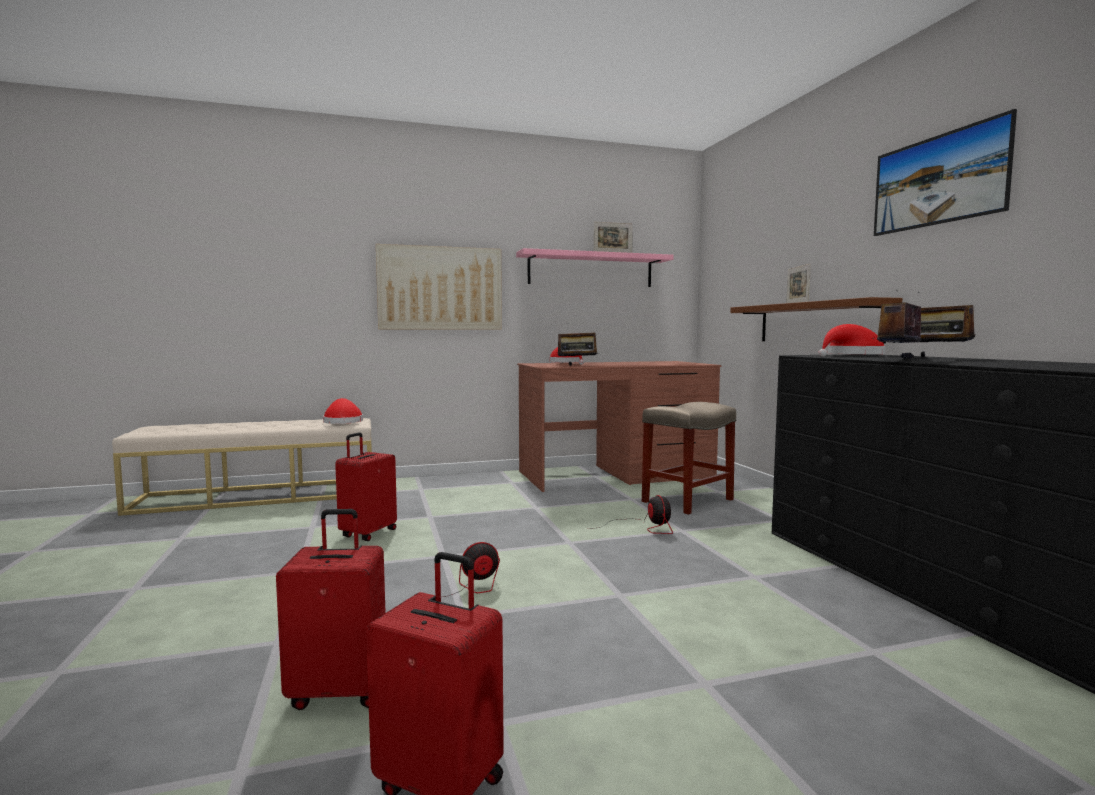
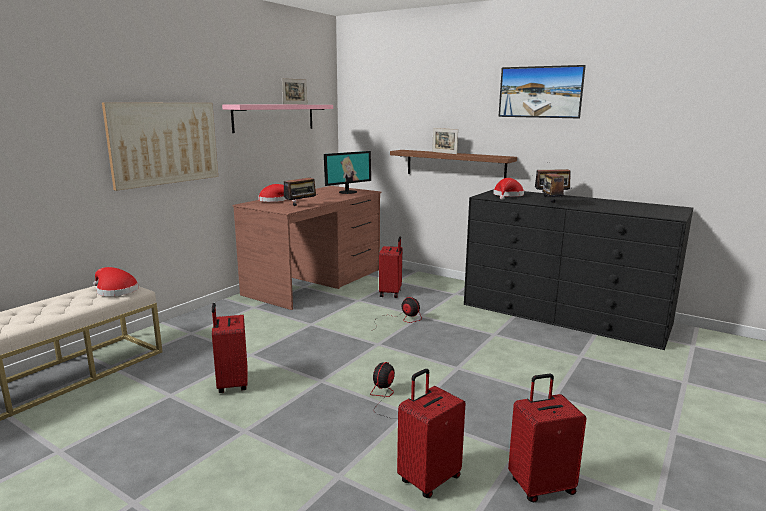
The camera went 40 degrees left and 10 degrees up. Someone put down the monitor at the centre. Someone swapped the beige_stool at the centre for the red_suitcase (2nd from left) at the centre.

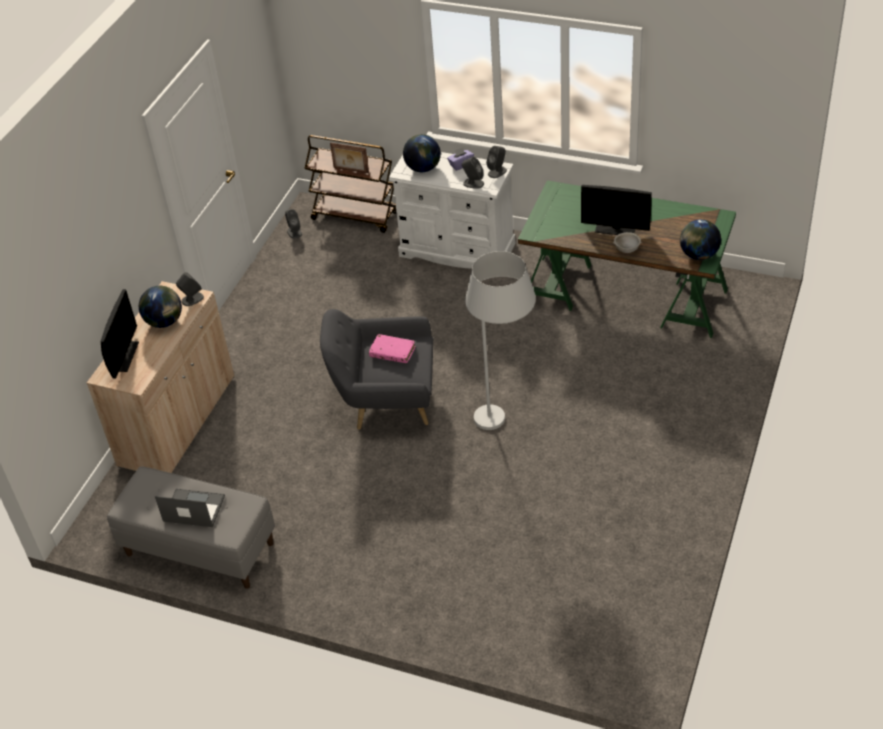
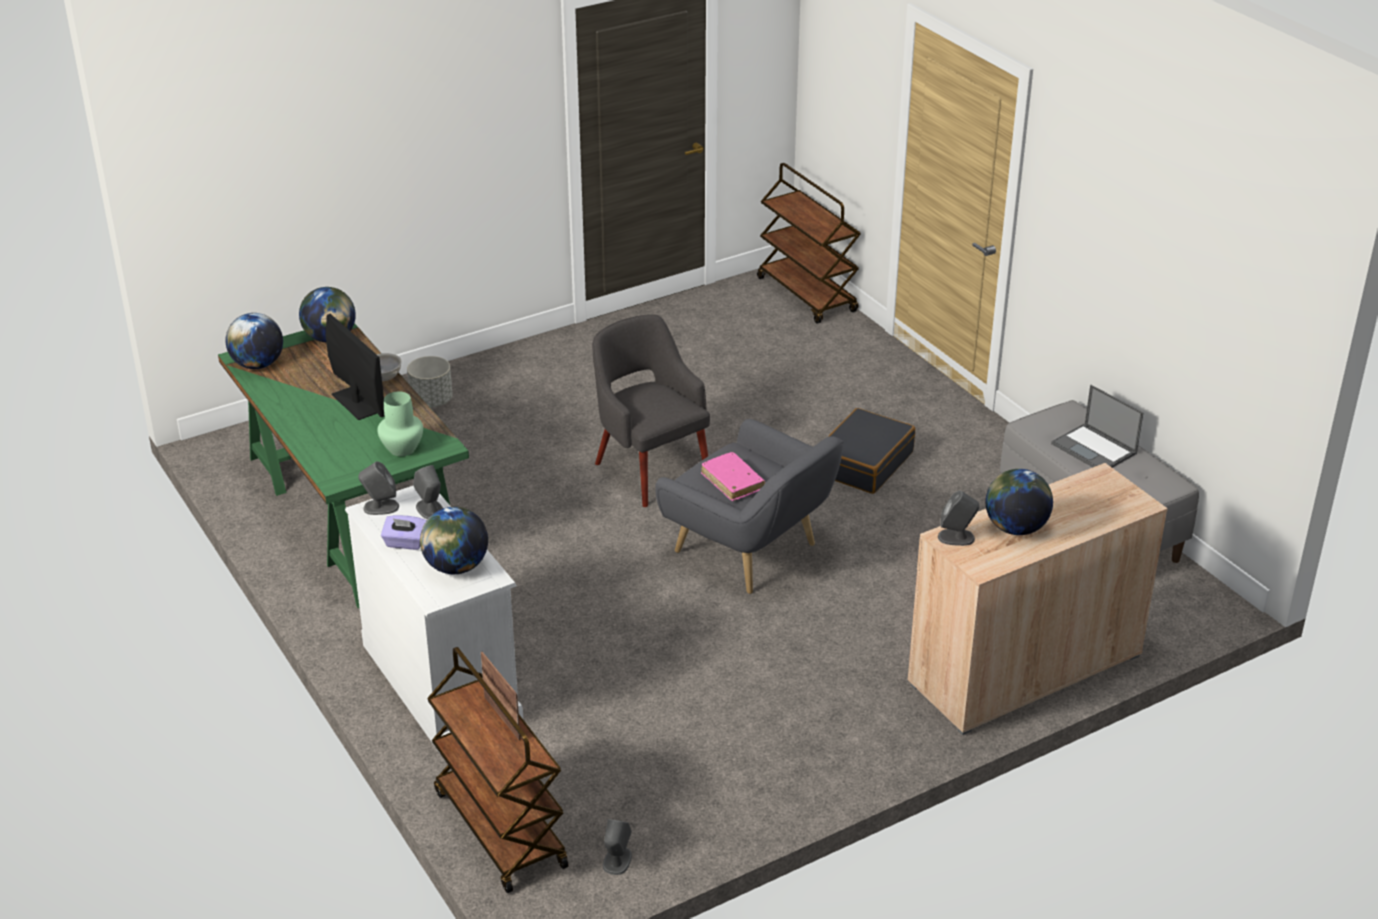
The camera went 145 degrees left and 10 degrees down. Someone took away the monitor (1st from left) at the middle left. Someone put down the globe (1st from left) at the middle left. Someone put down the green_vase at the middle left. Someone put down the grey_planter at the middle left. Someone put down the brown_cart (2nd from left) at the top centre. Someone put down the black_suitcase at the centre. Someone swapped the white_floor_lamp at the centre for the grey_armchair (1st from left) at the centre.

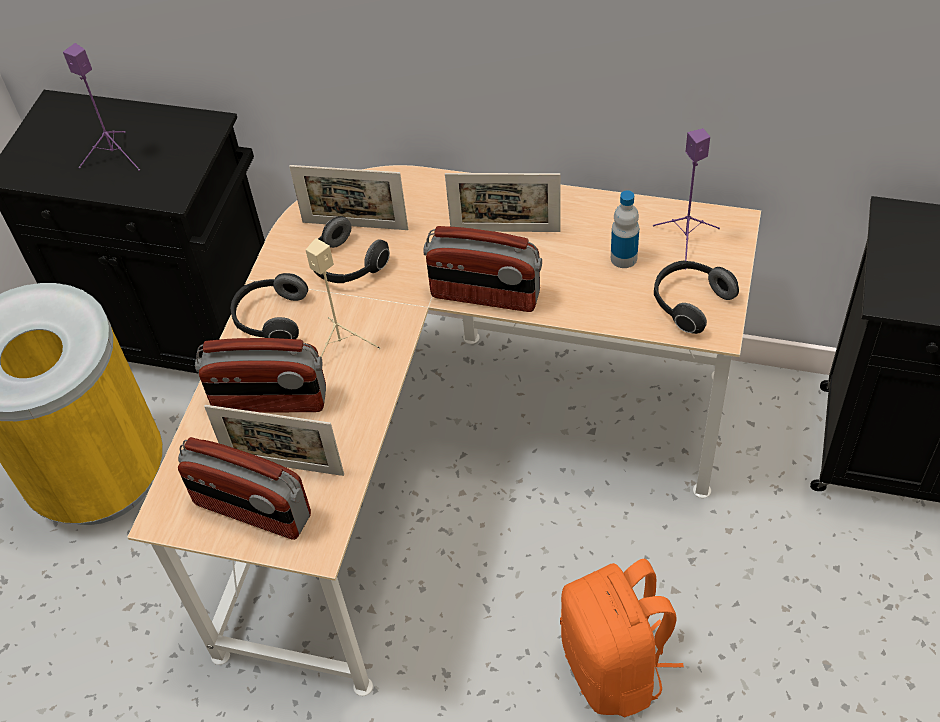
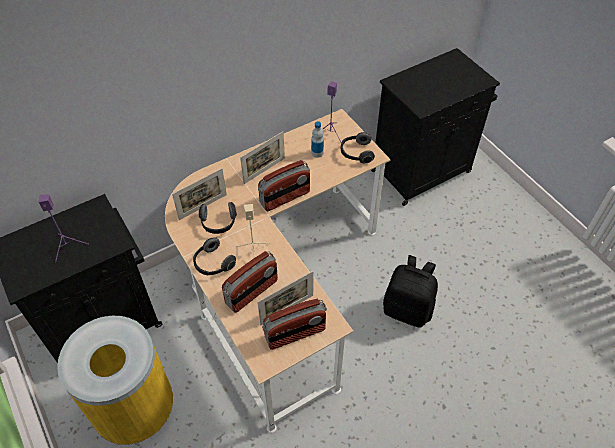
The camera went 50 degrees left and 0 degrees up. Someone repainted the orange_backpack at the bottom centre, which became the black_backpack at the middle right.

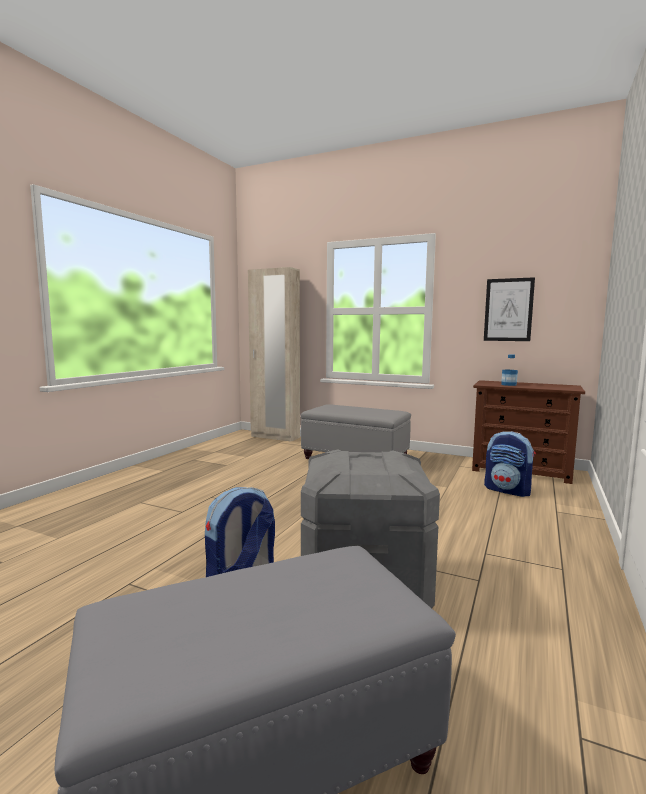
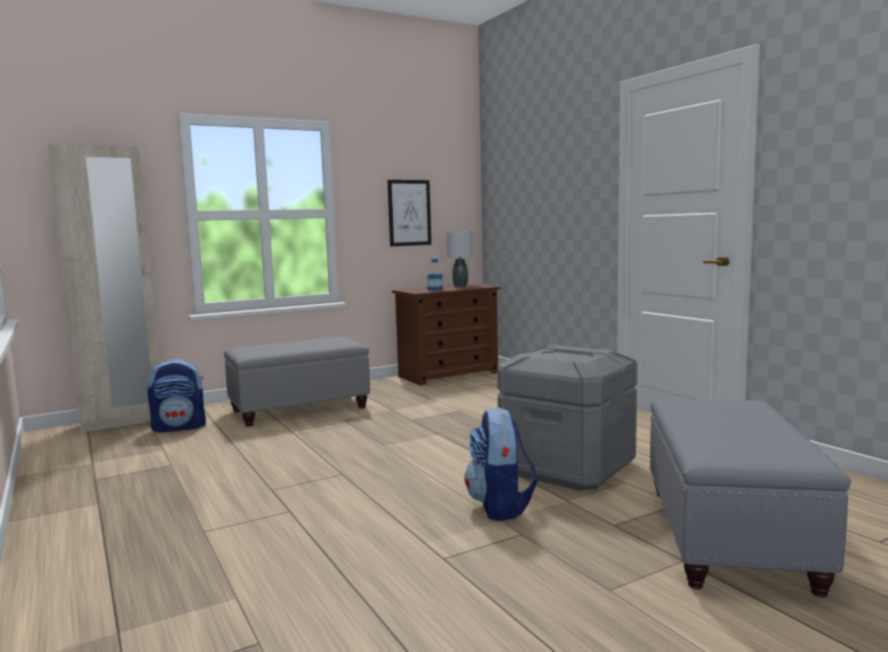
The camera went 55 degrees left and 0 degrees up. Someone put down the grey_table_lamp at the centre. Someone carried the backpack (2nd from left in the first image) from the middle right to the middle left.

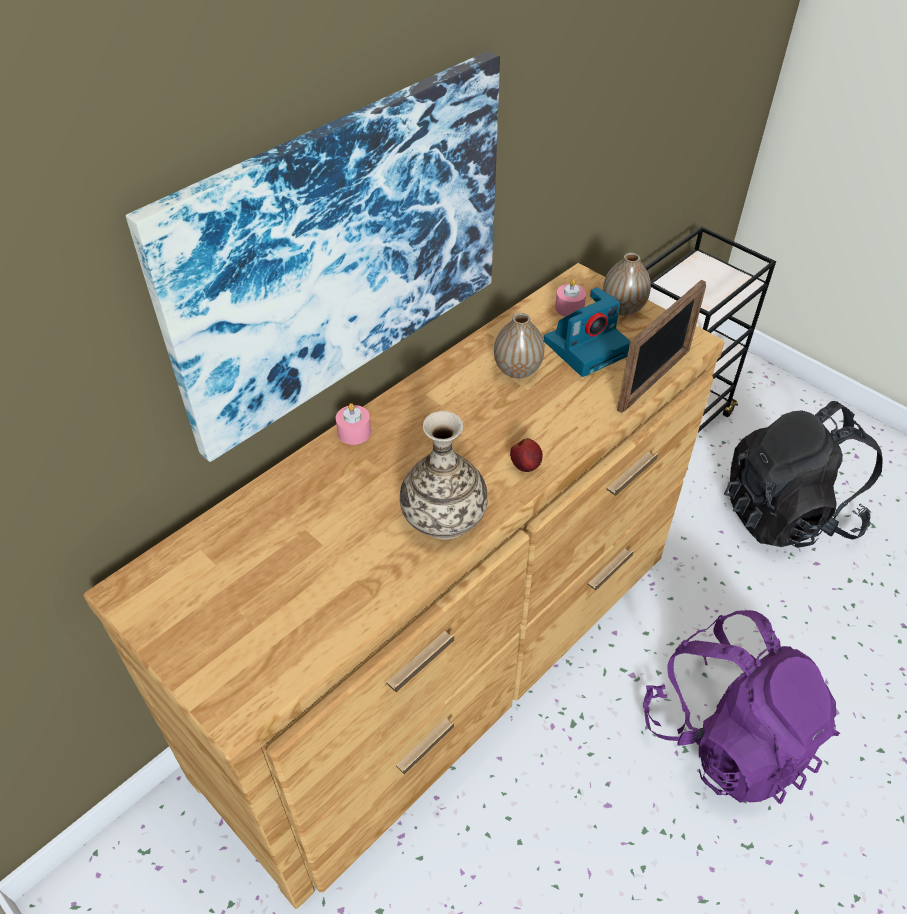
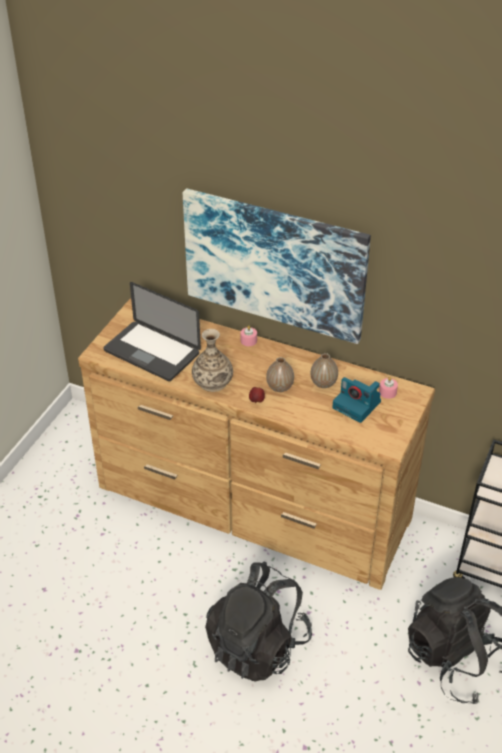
The camera went 70 degrees right and 5 degrees down. Someone took away the picture_frame at the middle right. Someone put down the laptop at the middle left. Someone carried the vase (3rd from left in the first image) from the top right to the centre. Someone repainted the purple_backpack at the bottom right, which became the black_backpack (1st from left) at the bottom centre.

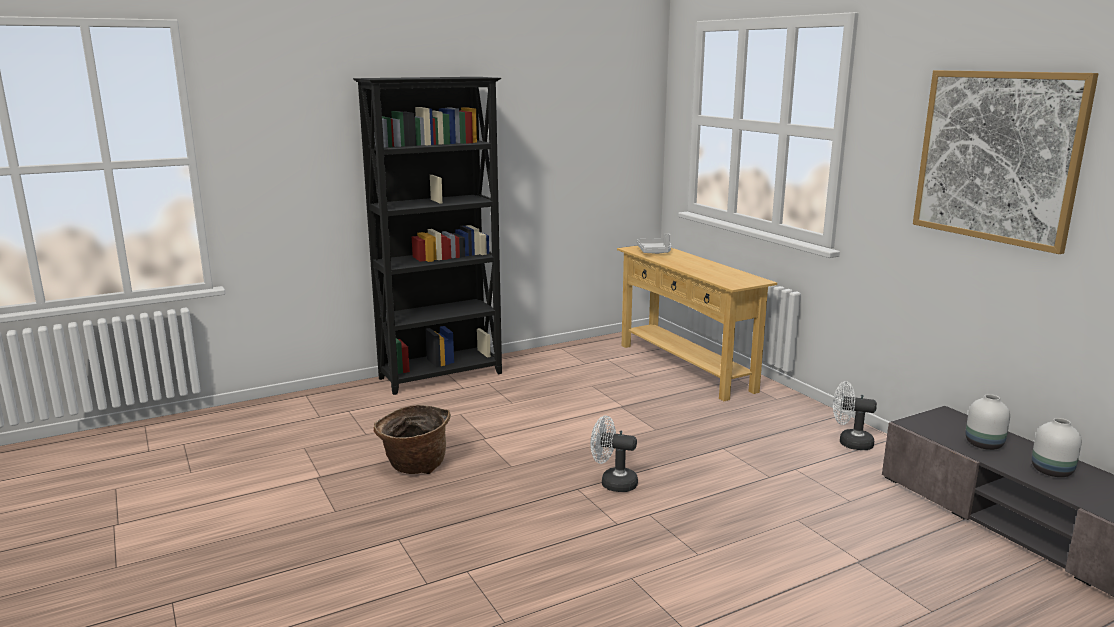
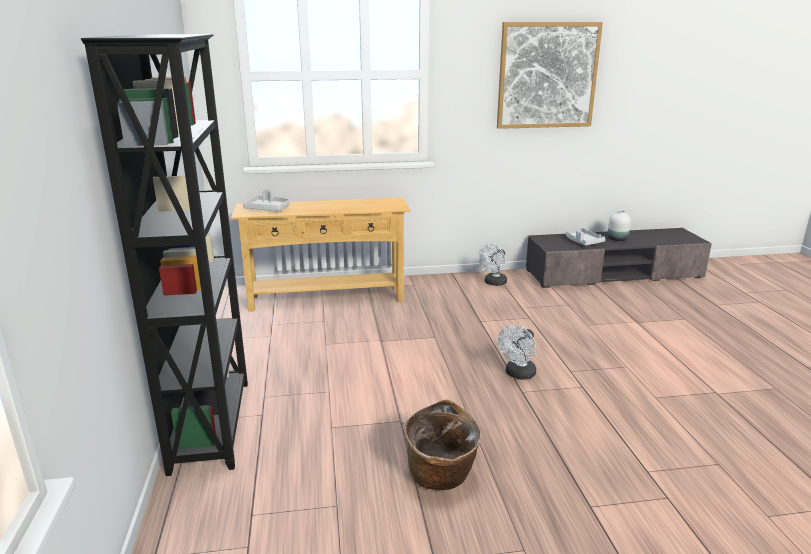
The camera went 70 degrees left and 5 degrees up. Someone swapped the white_vase (1st from left) at the bottom right for the grey_tray (2nd from left) at the middle right.

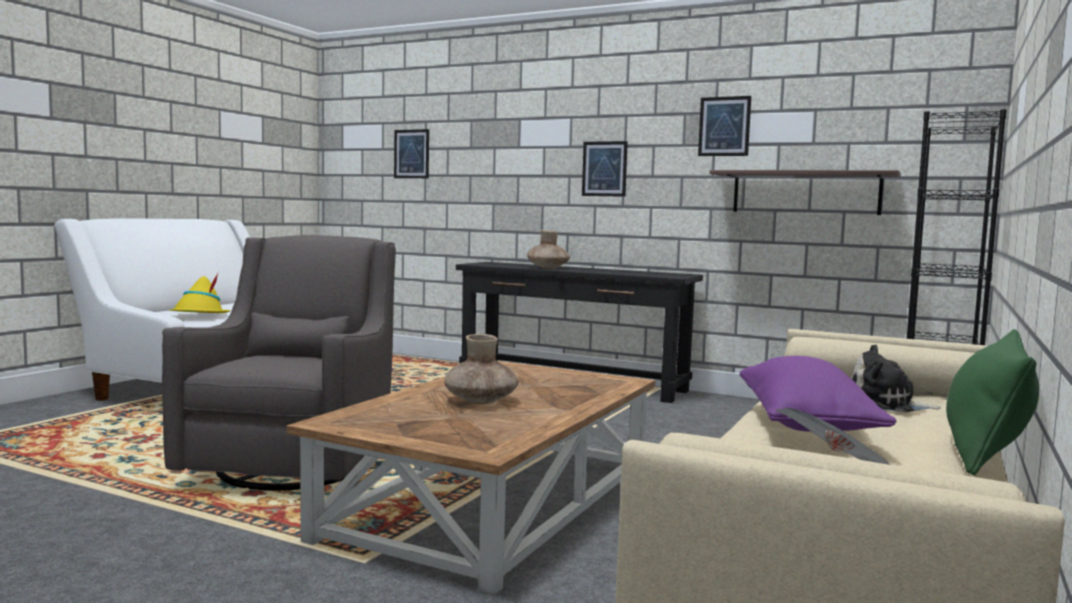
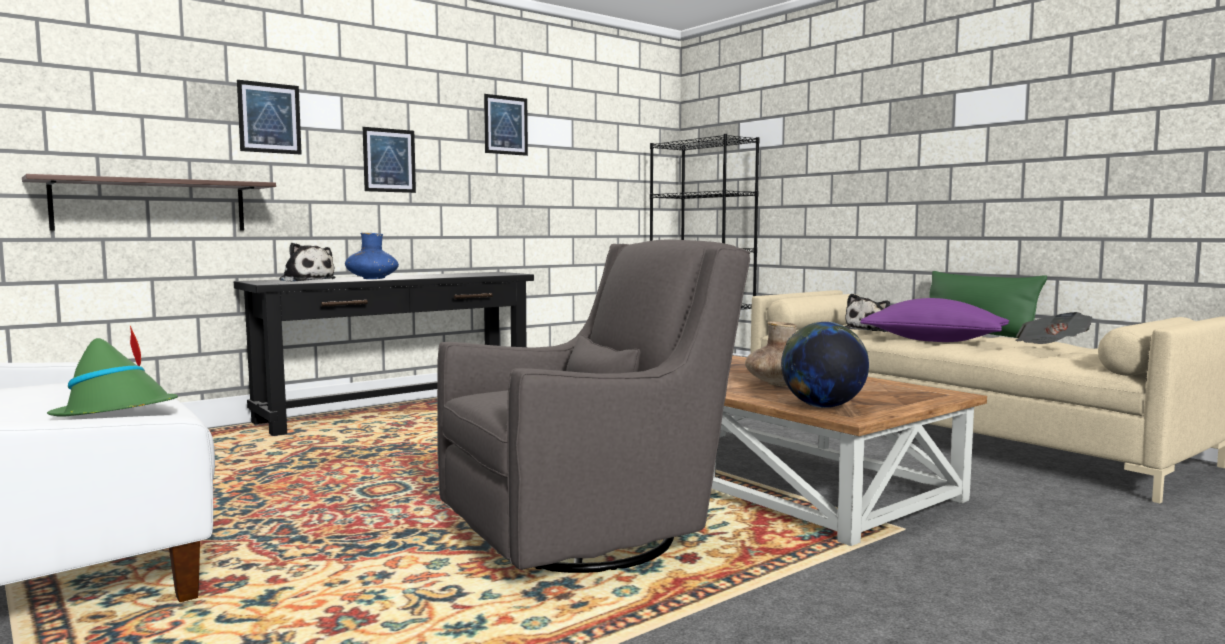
The camera went 65 degrees left and 0 degrees up. Someone put down the plush_toy (1st from left) at the middle left. Someone put down the globe at the middle right. Someone carried the picture (1st from left) from the top centre to the top left. Someone carried the shelf from the top right to the top left. Someone repainted the yellow_hat at the middle left, which became the green_hat at the middle left. Someone repainted the brown_vase (2nd from left) at the centre, which became the blue_vase at the middle left. Someone rotated the grey_armchair at the middle left by 120 degrees clockwise.

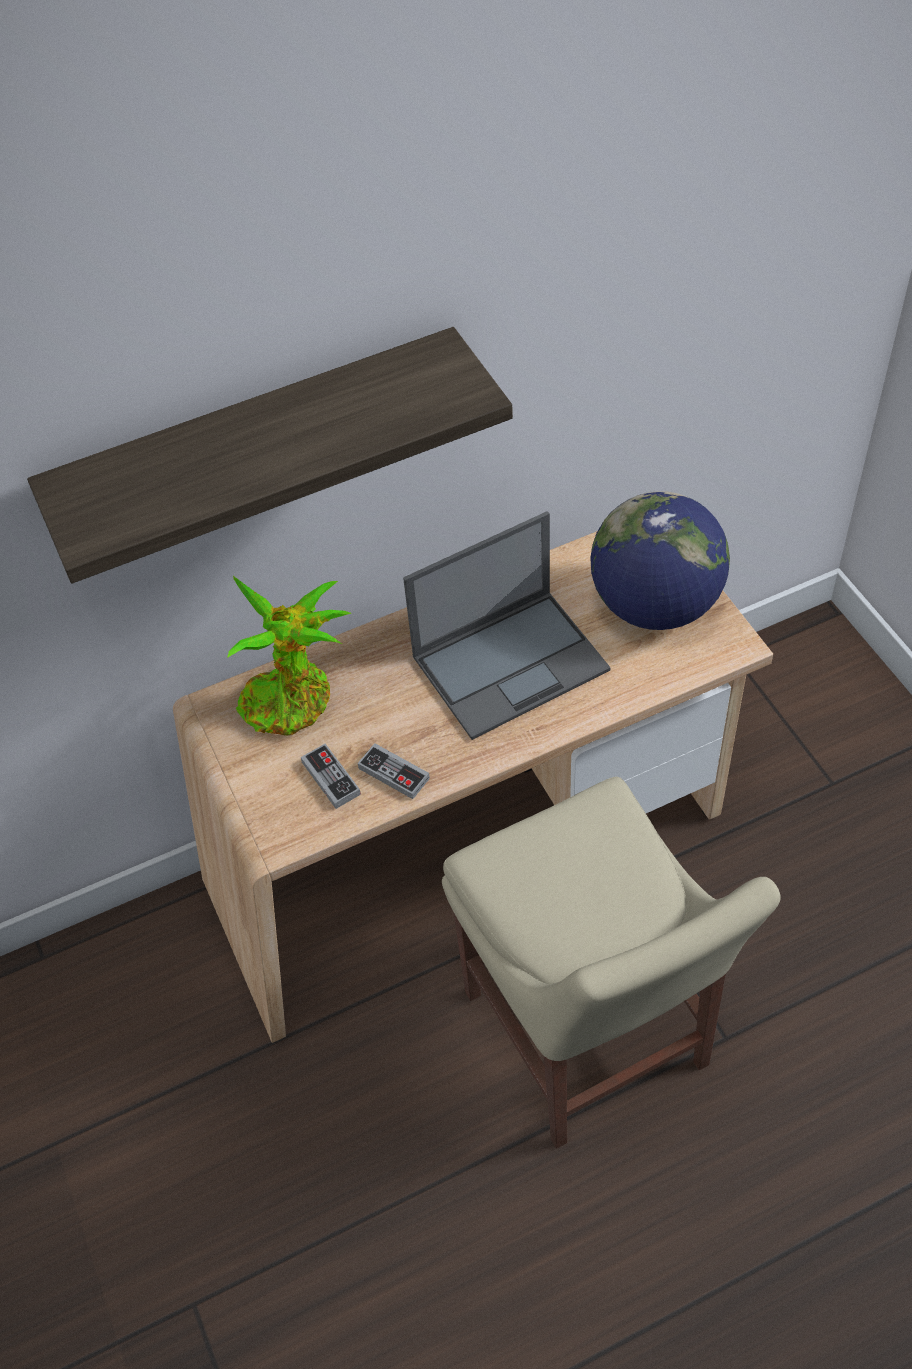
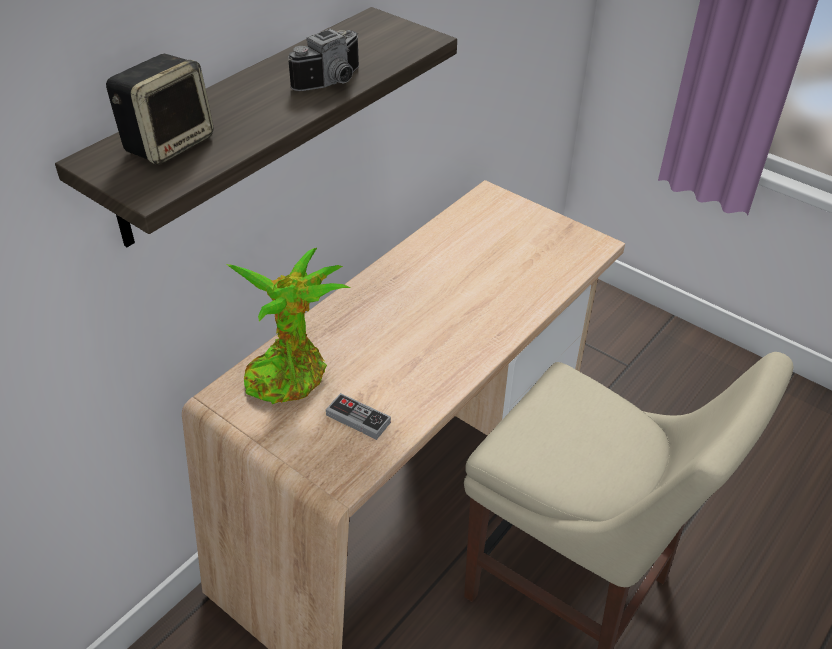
The camera went 30 degrees left and 10 degrees down. Someone took away the game_controller (2nd from left) at the centre. Someone took away the laptop at the centre. Someone took away the globe at the middle right. Someone put down the speaker at the top left. Someone put down the photo_camera at the top centre.

